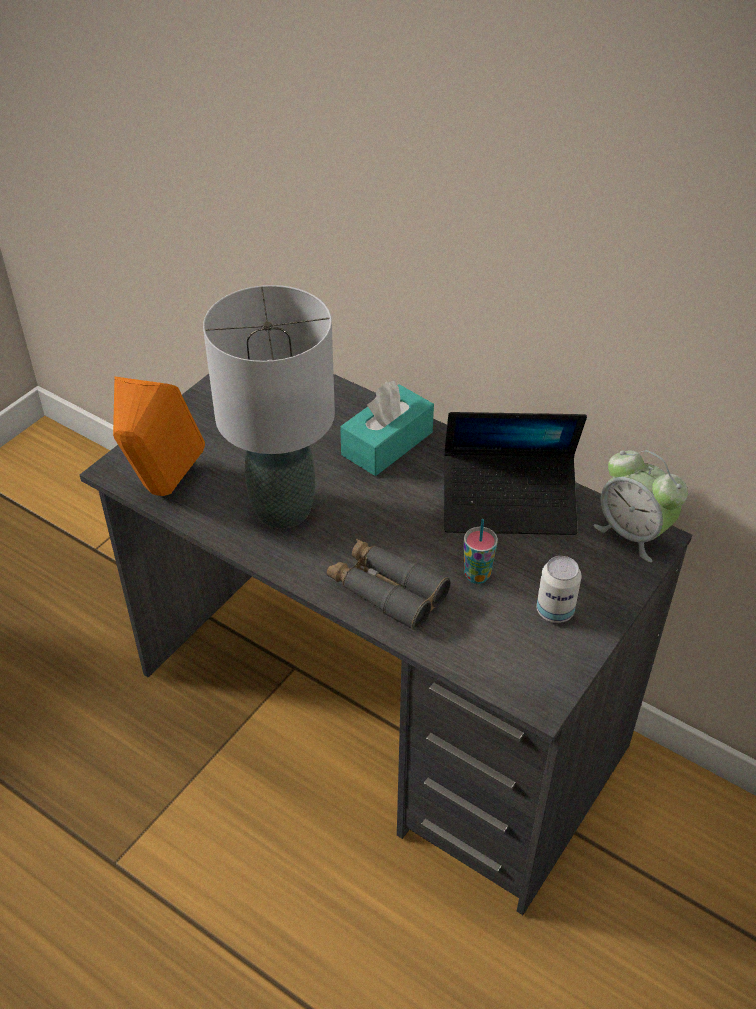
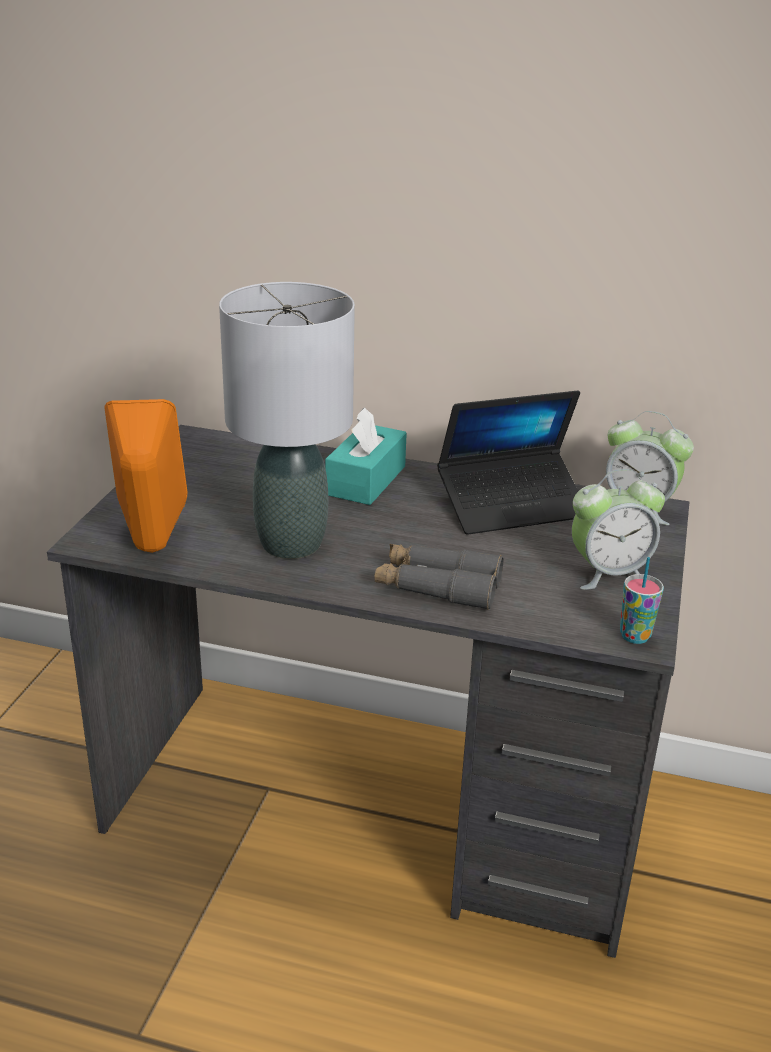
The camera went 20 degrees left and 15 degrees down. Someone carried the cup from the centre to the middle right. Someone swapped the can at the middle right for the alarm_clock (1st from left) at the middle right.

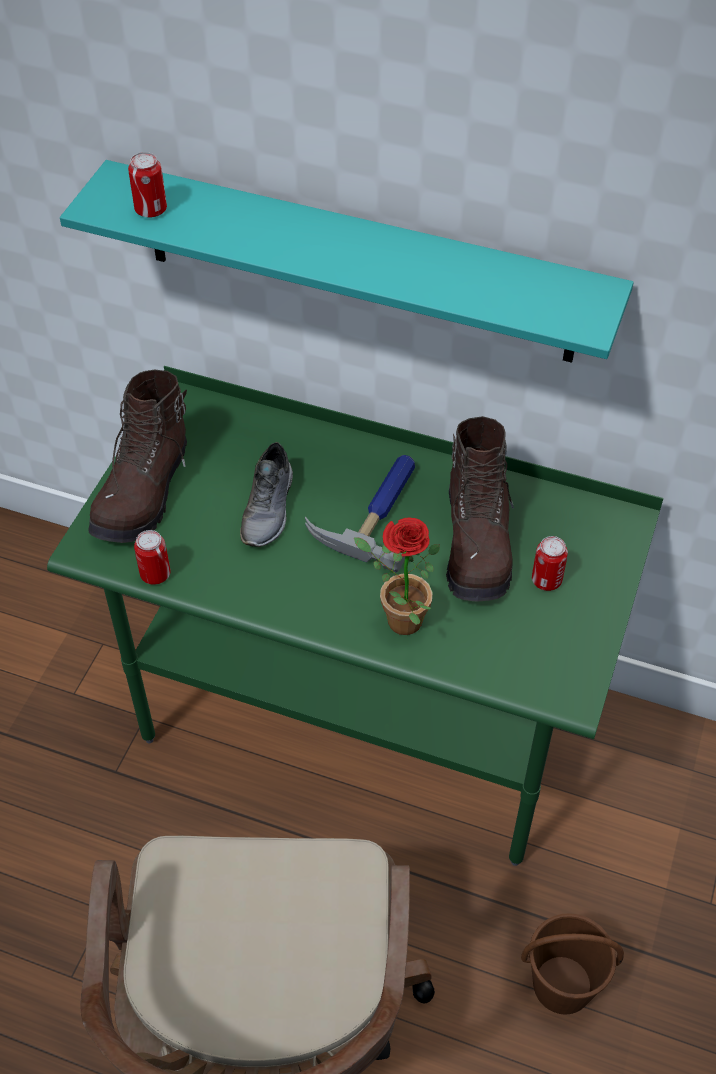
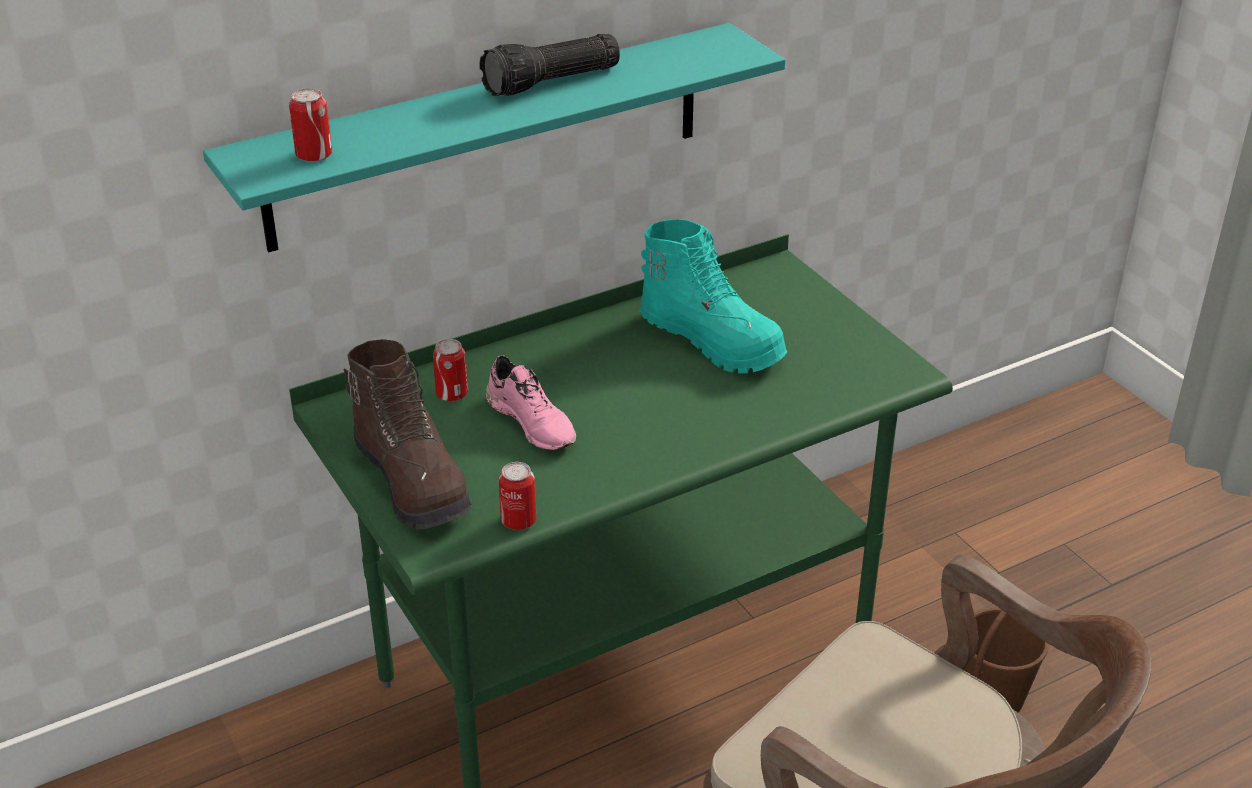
The camera went 50 degrees left and 15 degrees down. Someone took away the hammer at the centre. Someone took away the potted_plant at the centre. Someone put down the flashlight at the top centre. Someone carried the can (3rd from left in the first image) from the middle right to the centre. Someone repainted the grey_shoe at the centre, which became the pink_shoe at the centre. Someone repainted the brown_boot (2nd from left) at the middle right, which became the turquoise_boot at the centre.

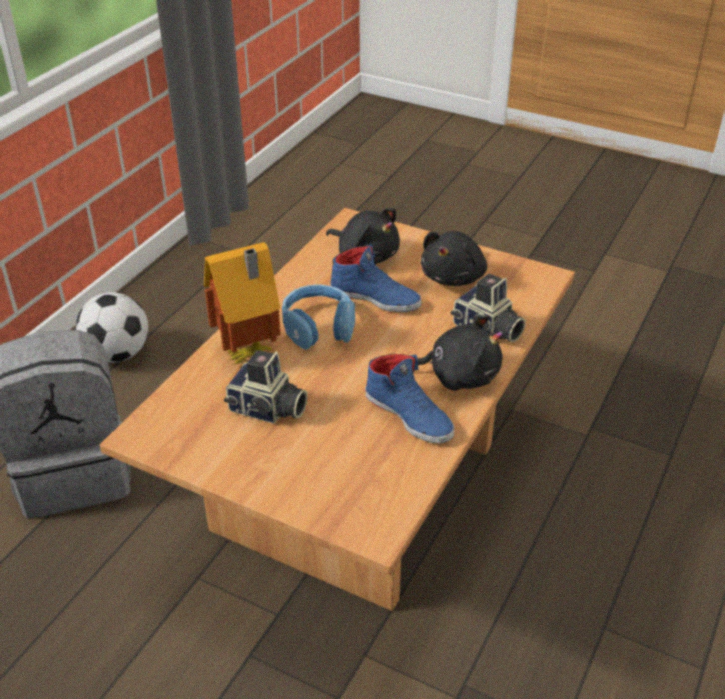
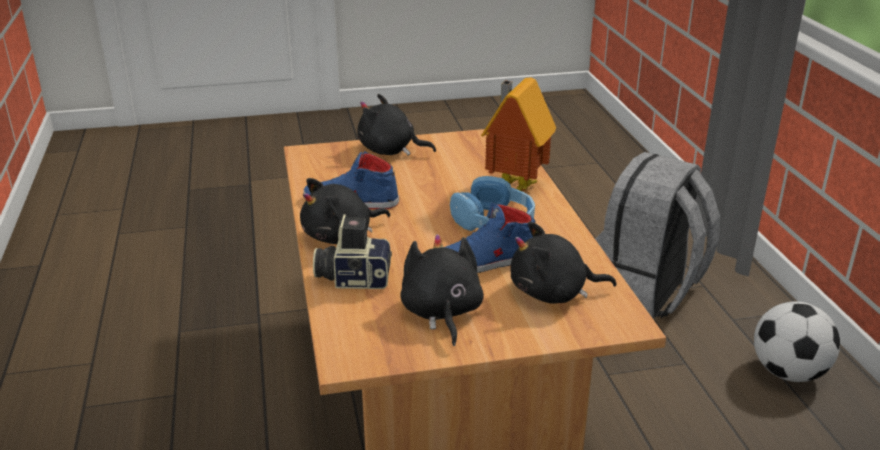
The camera went 140 degrees right and 10 degrees down. Someone took away the photo_camera (1st from left) at the centre. Someone put down the black_plush_toy (2nd from left) at the top centre.

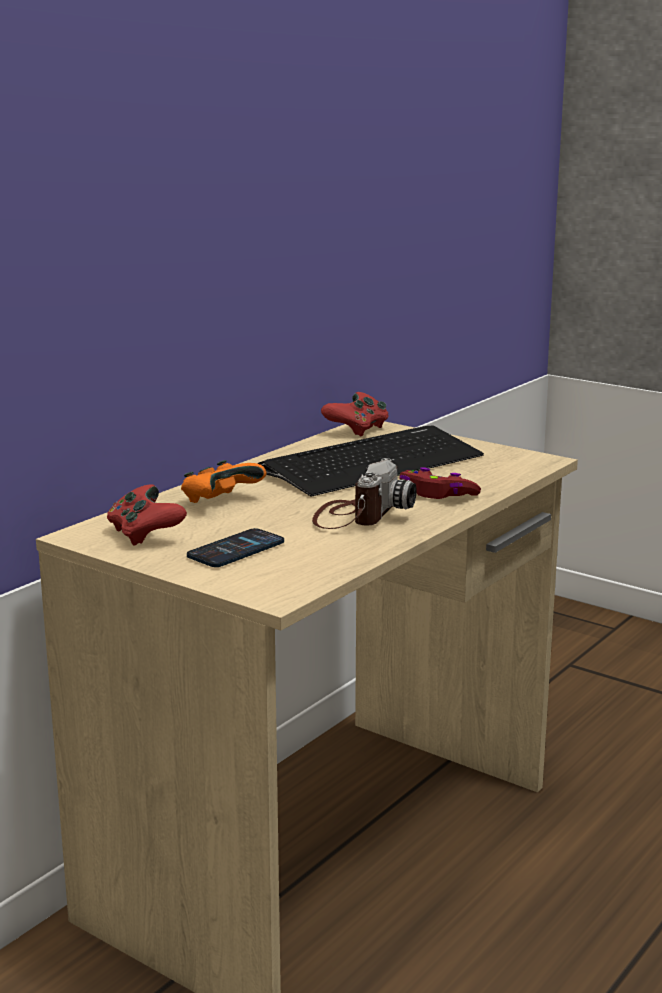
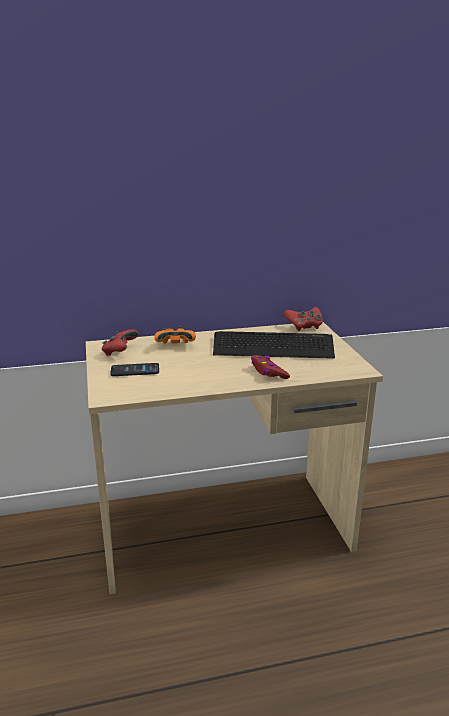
The camera went 40 degrees right and 5 degrees up. Someone took away the photo_camera at the centre.

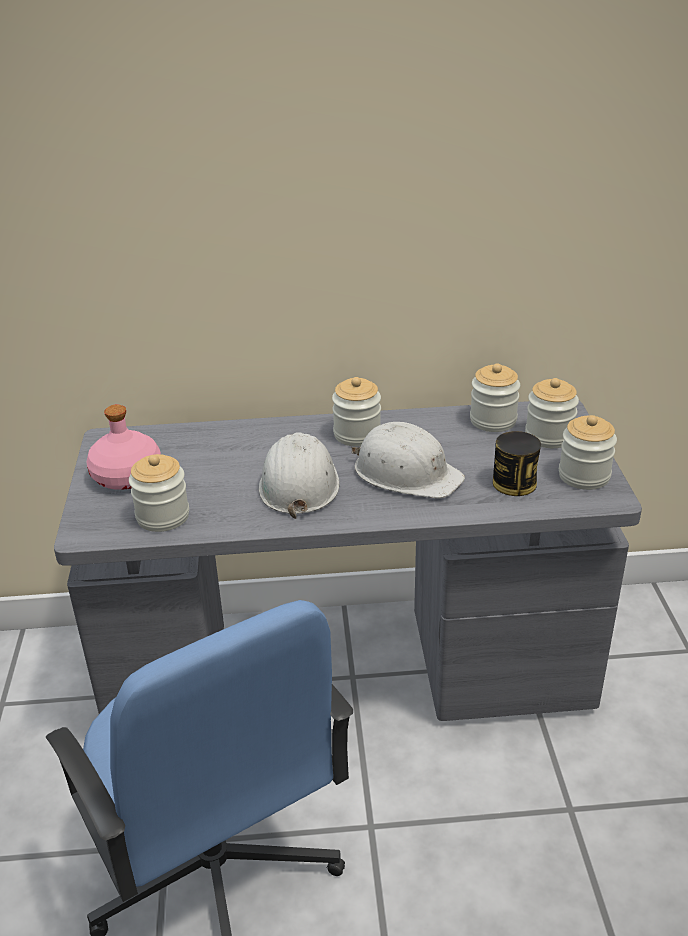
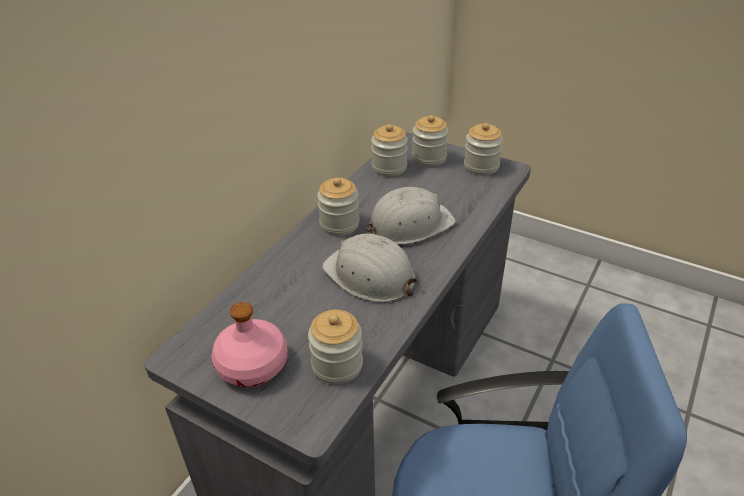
The camera went 55 degrees left and 5 degrees up. Someone took away the can at the middle right.

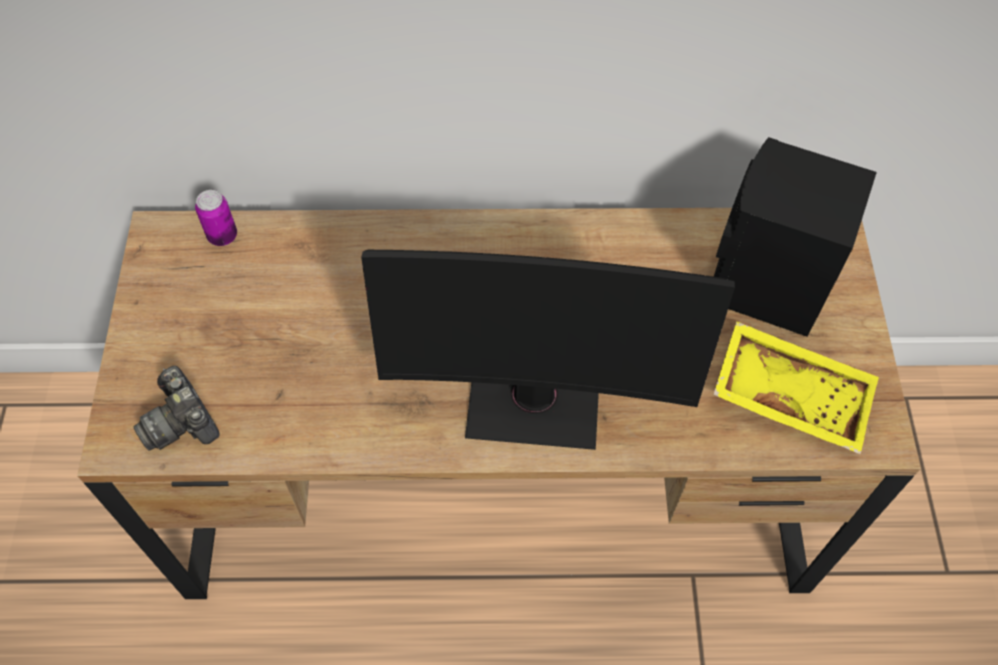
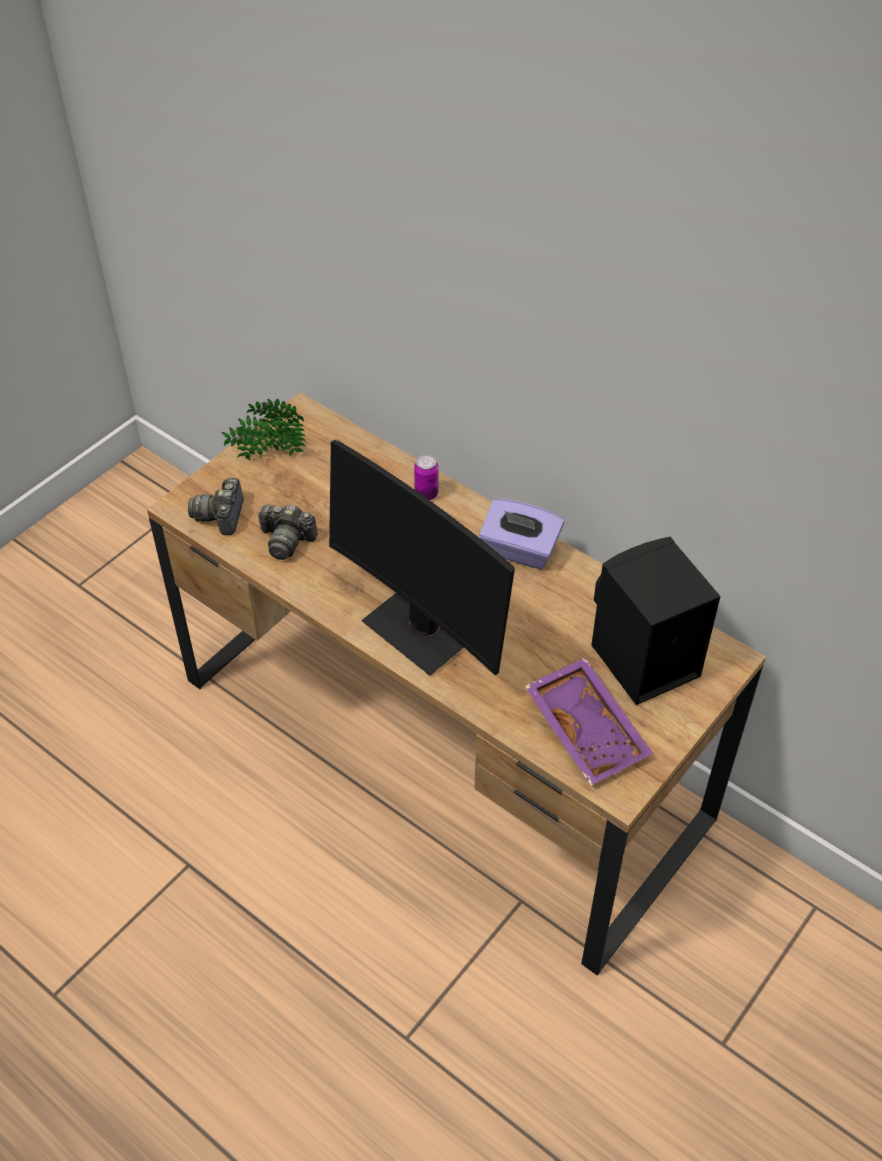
The camera went 40 degrees right and 10 degrees down. Someone put down the potted_plant at the middle left. Someone put down the photo_camera (2nd from left) at the middle left. Someone put down the purple_tissue_box at the centre. Someone carried the can from the top left to the centre. Someone repainted the yellow_tray at the middle right, which became the purple_tray at the middle right.

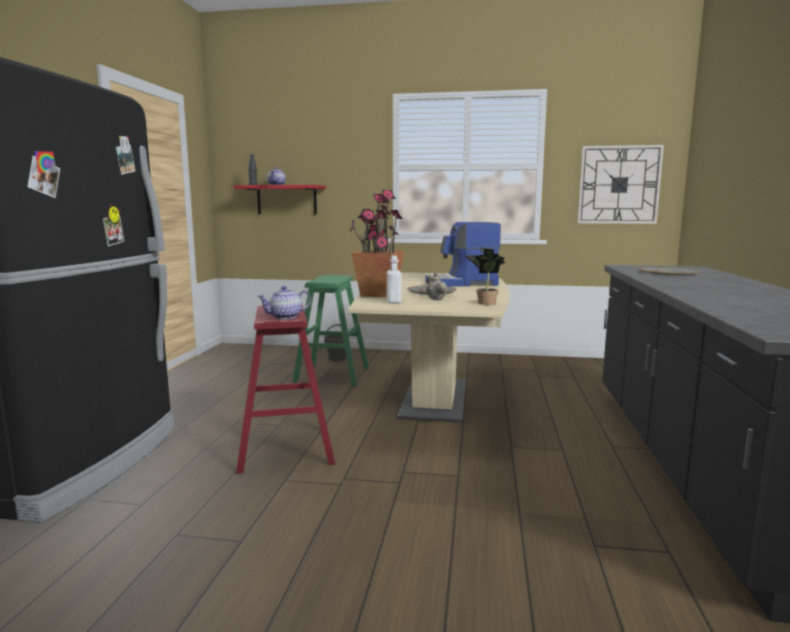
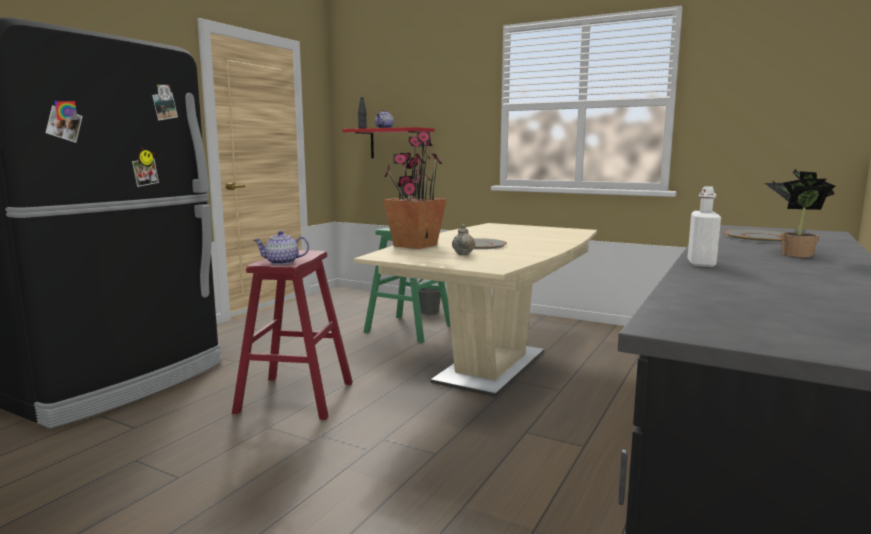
The camera went 20 degrees right and 0 degrees up. Someone took away the coffee_machine at the centre. Someone took away the wall_clock at the top right. Someone carried the white_bottle from the centre to the middle right. Someone carried the potted_plant (2nd from left) from the centre to the middle right.

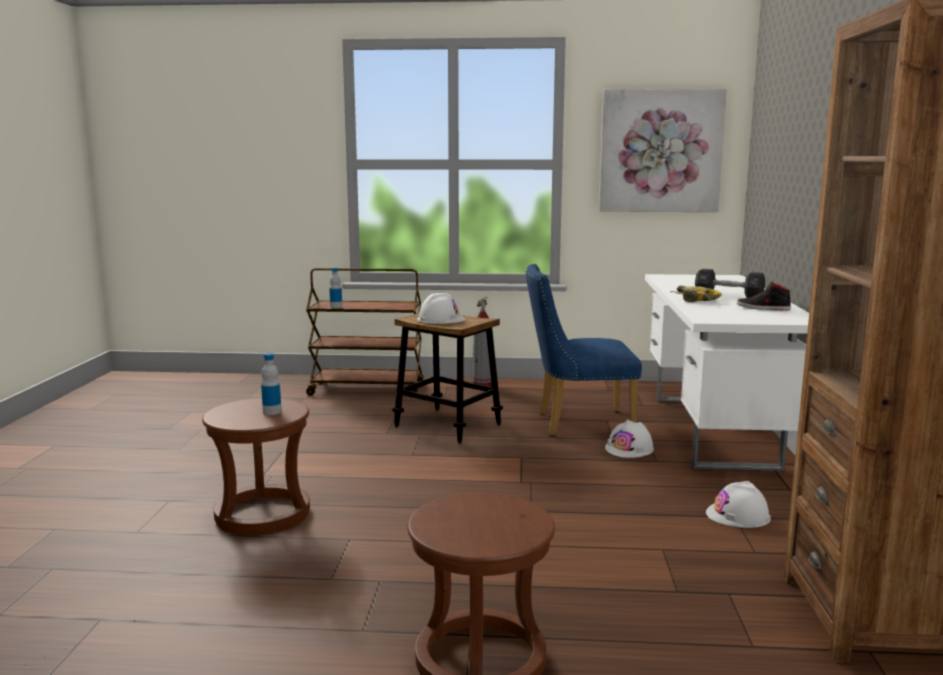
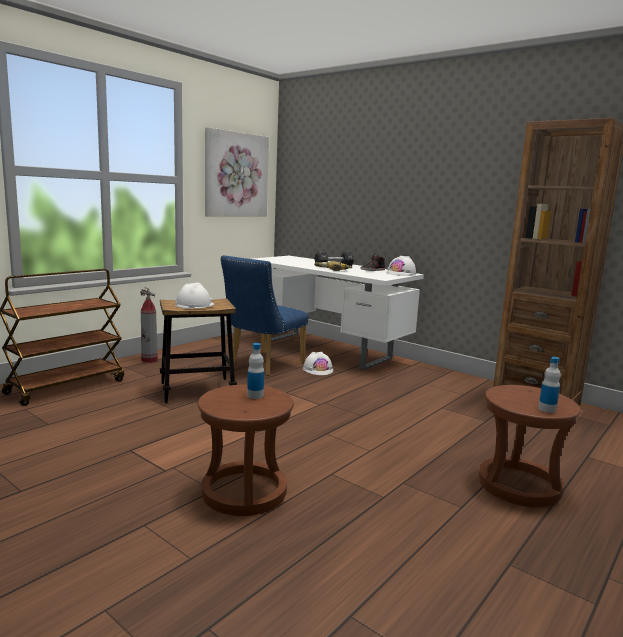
The camera went 55 degrees left and 0 degrees up. Someone carried the bottle (2nd from left) from the centre to the middle right. Someone carried the white_hard_hat (3rd from left) from the bottom right to the centre.

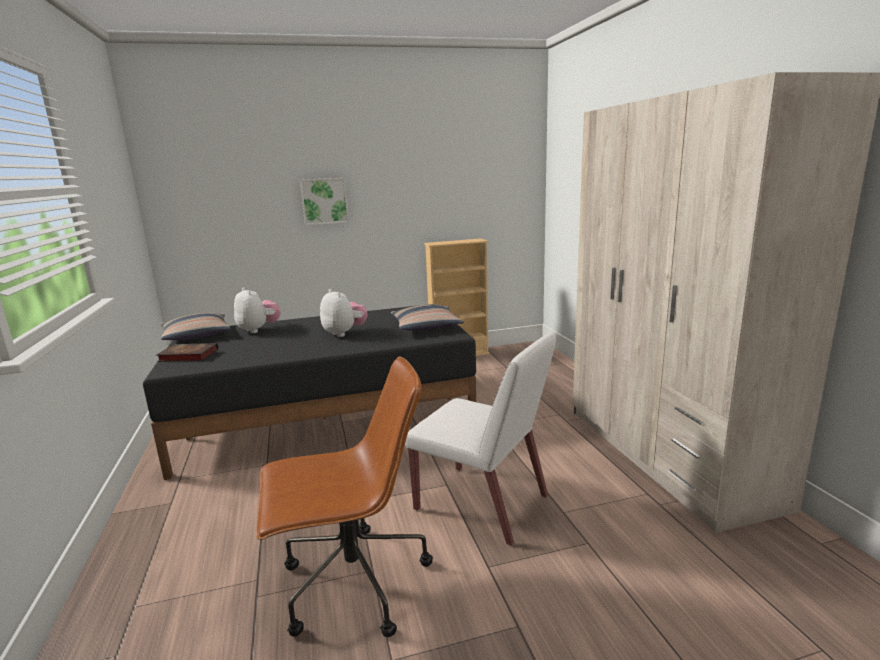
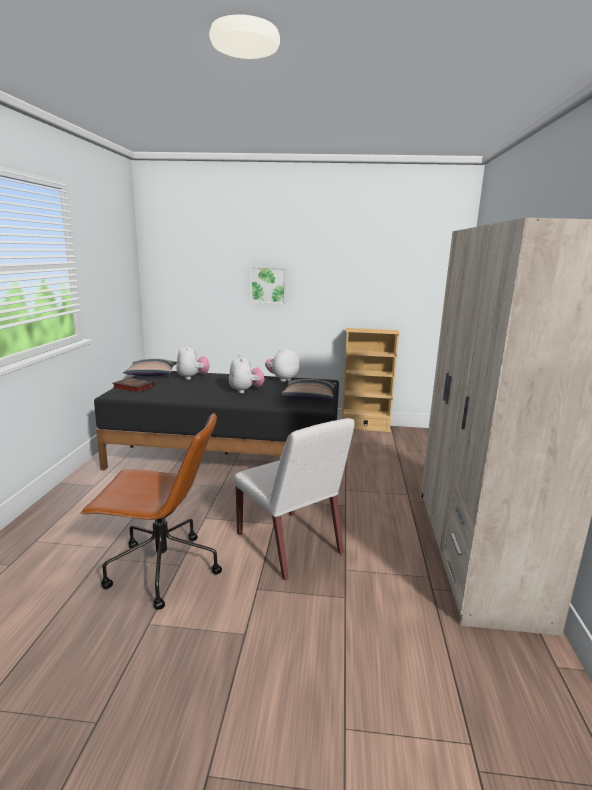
The camera went 20 degrees right and 0 degrees up. Someone put down the plush_toy (3rd from left) at the centre.

